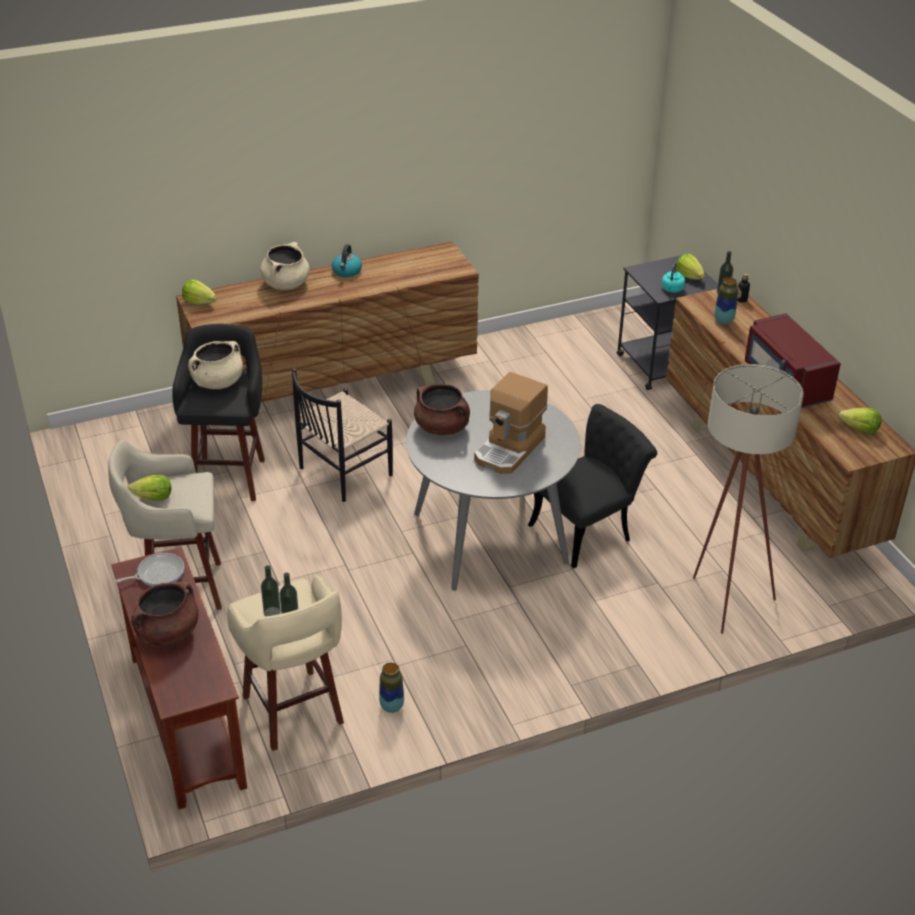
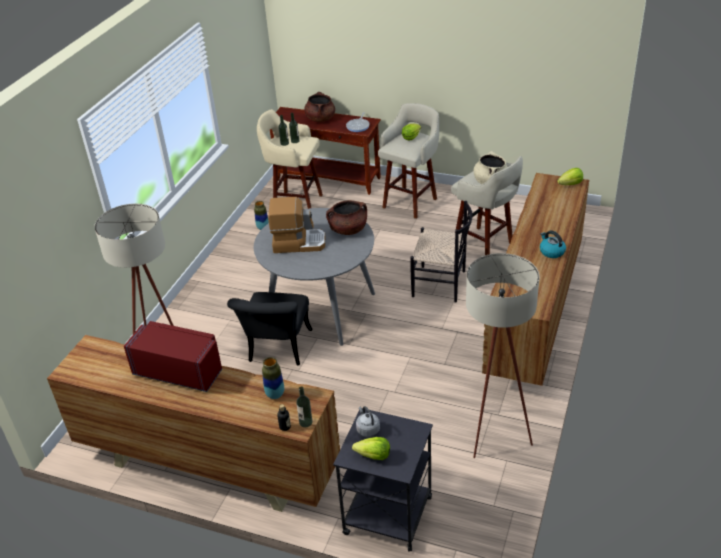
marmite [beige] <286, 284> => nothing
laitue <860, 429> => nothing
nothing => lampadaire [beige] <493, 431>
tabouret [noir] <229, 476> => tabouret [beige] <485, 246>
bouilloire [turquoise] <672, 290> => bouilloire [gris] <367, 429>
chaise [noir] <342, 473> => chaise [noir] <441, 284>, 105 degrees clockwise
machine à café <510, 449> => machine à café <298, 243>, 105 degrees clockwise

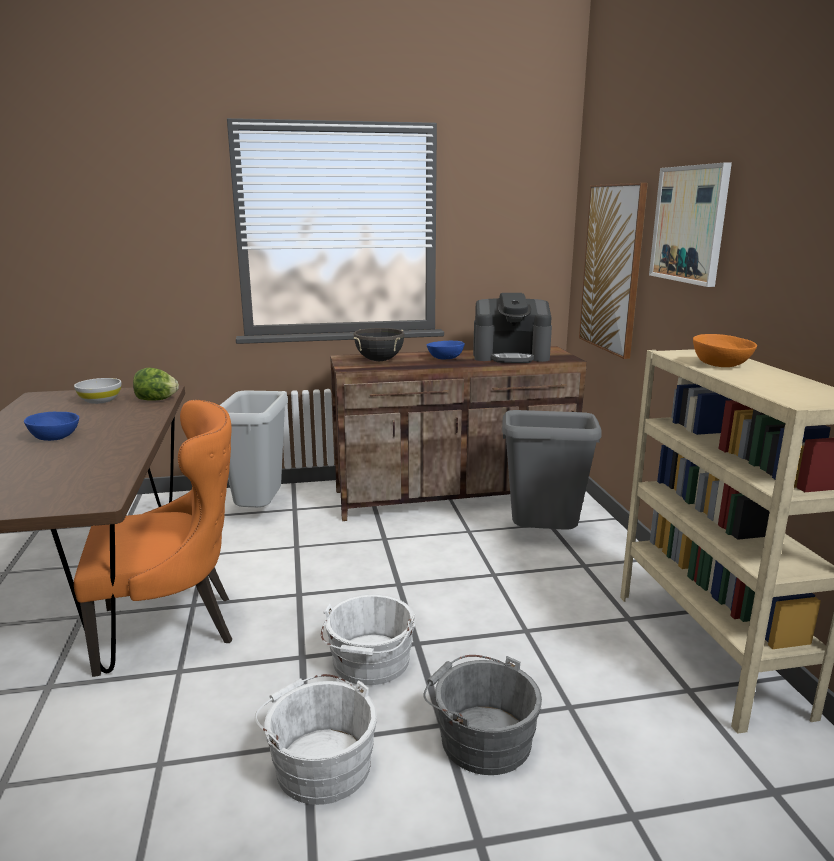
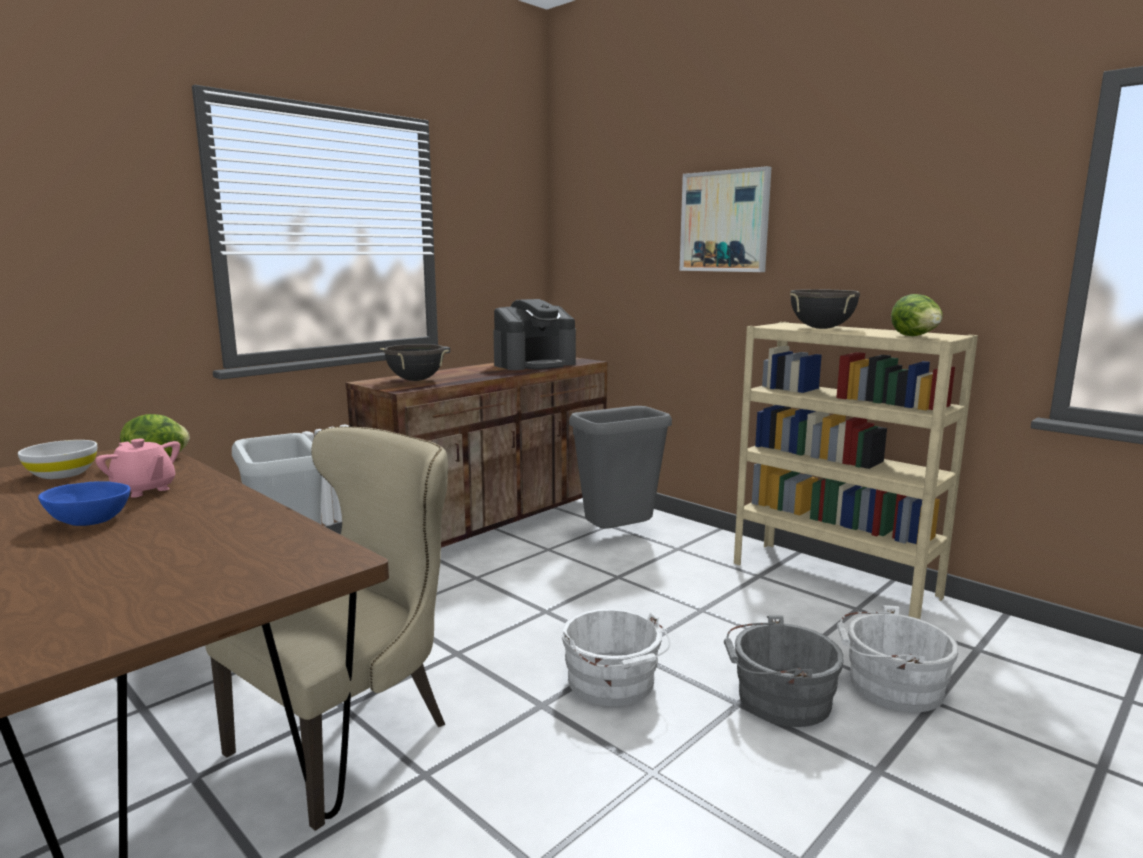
bol [bleu] <446, 358> => nothing
tableau <612, 269> => nothing
nothing => théière [rose] <144, 490>
nothing => laitue <916, 337>
seau [blanc] <319, 762> => seau [blanc] <889, 686>, moved
bol [orange] <719, 364> => marmite [noir] <821, 328>
chaise [orange] <173, 628> => chaise [beige] <351, 738>

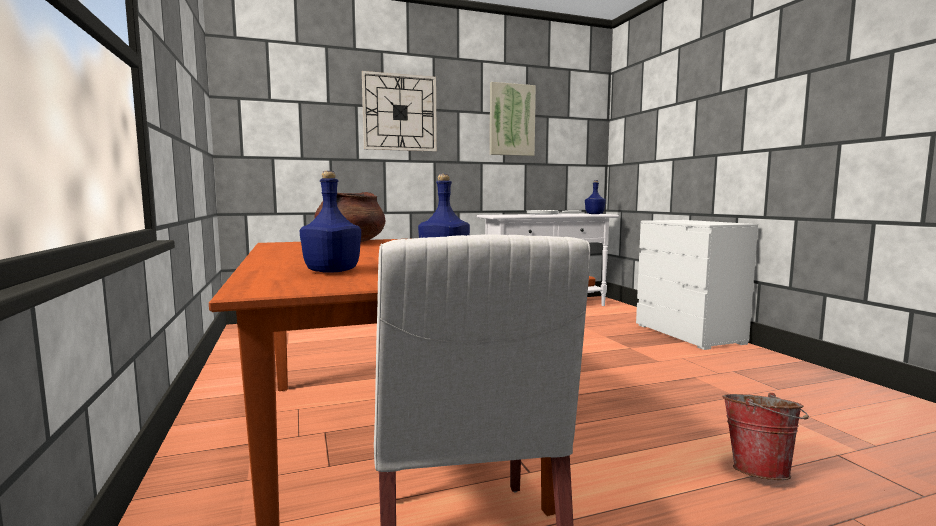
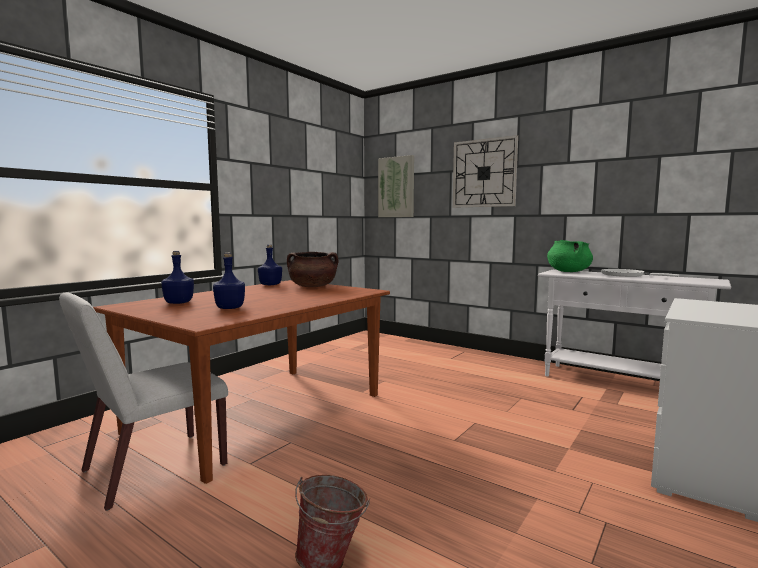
nothing => marmite [vert] <568, 271>
tableau <511, 120> => tableau <396, 187>, moved
bouteille [bleu] <595, 214> => bouteille [bleu] <270, 285>, moved

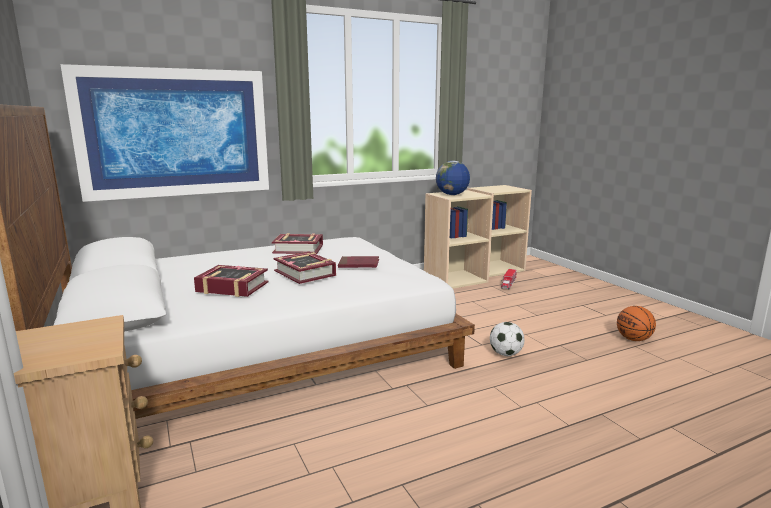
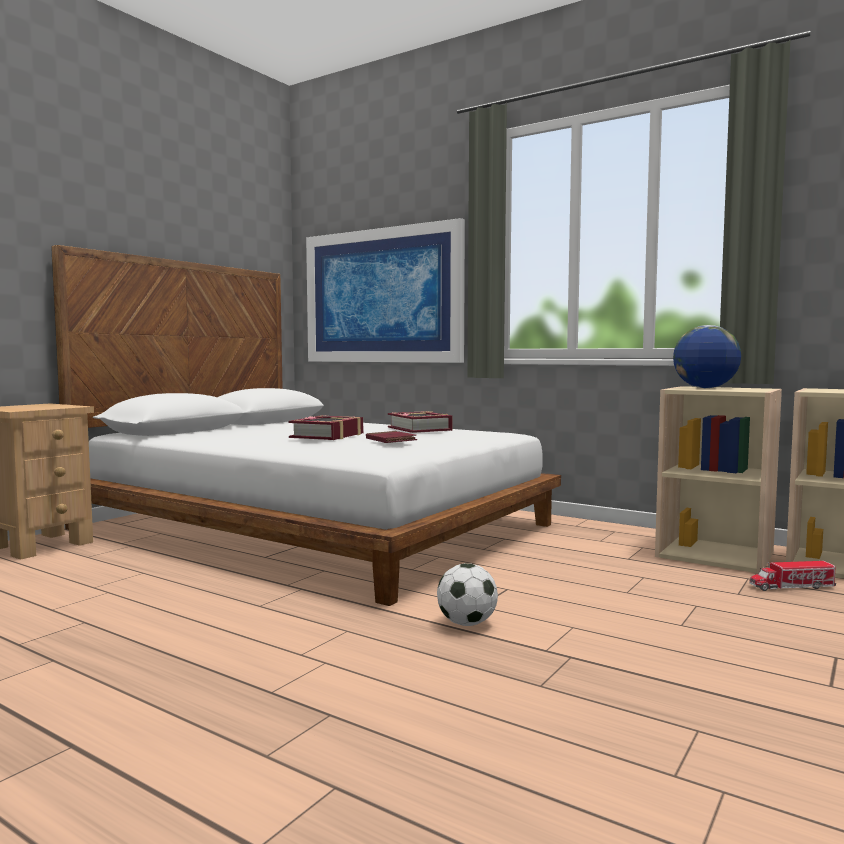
livre <232, 287> => nothing
ballon de basket <633, 339> => nothing

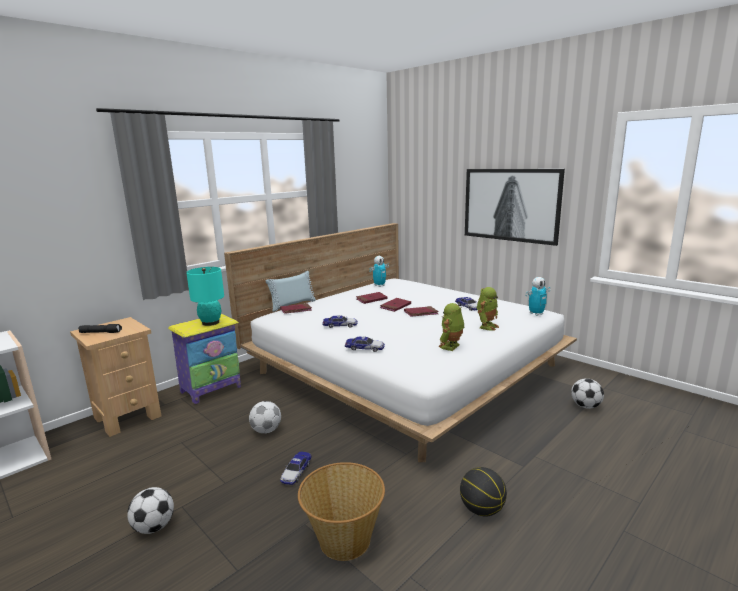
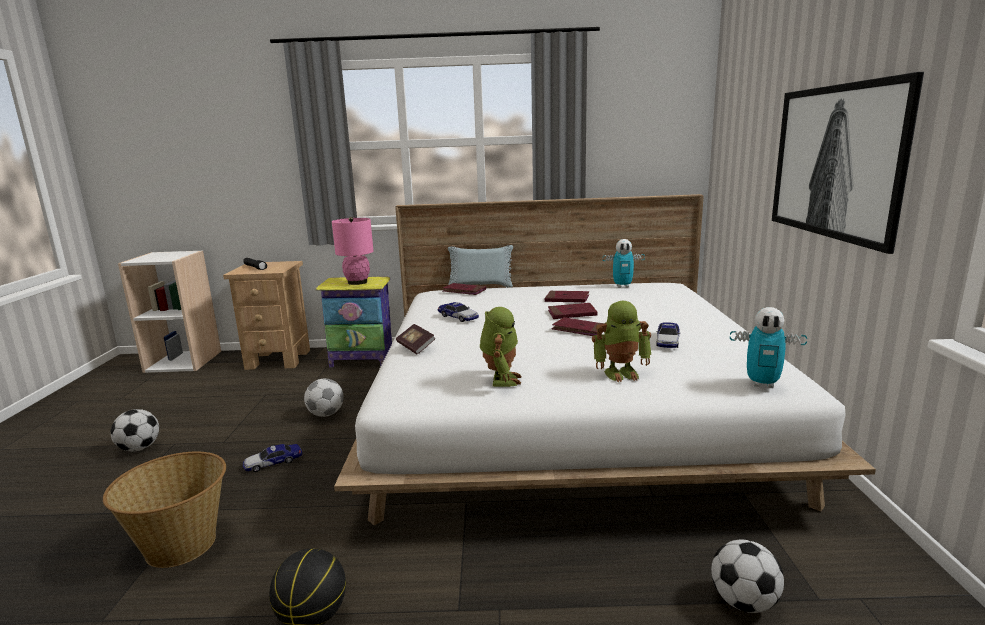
petite voiture <364, 348> => livre <416, 347>
lampe de table [turquoise] <210, 322> => lampe de table [rose] <357, 282>
robot jouet <451, 347> => robot jouet <501, 380>, 105 degrees clockwise

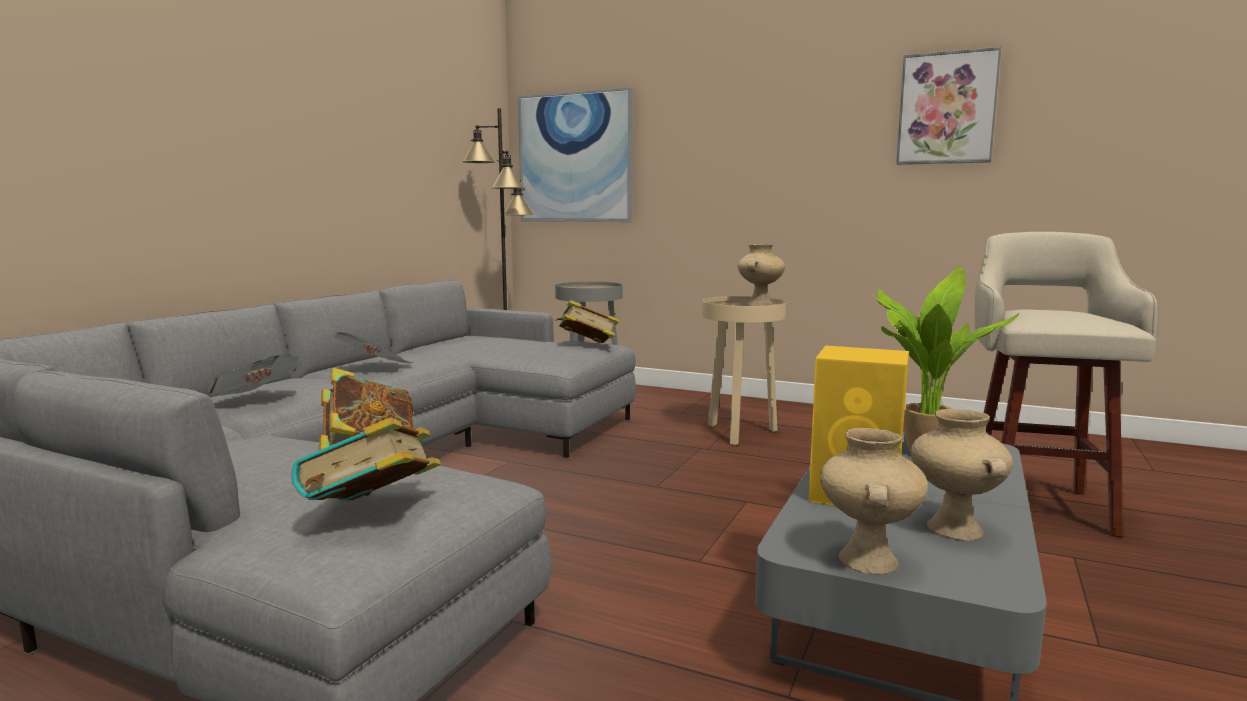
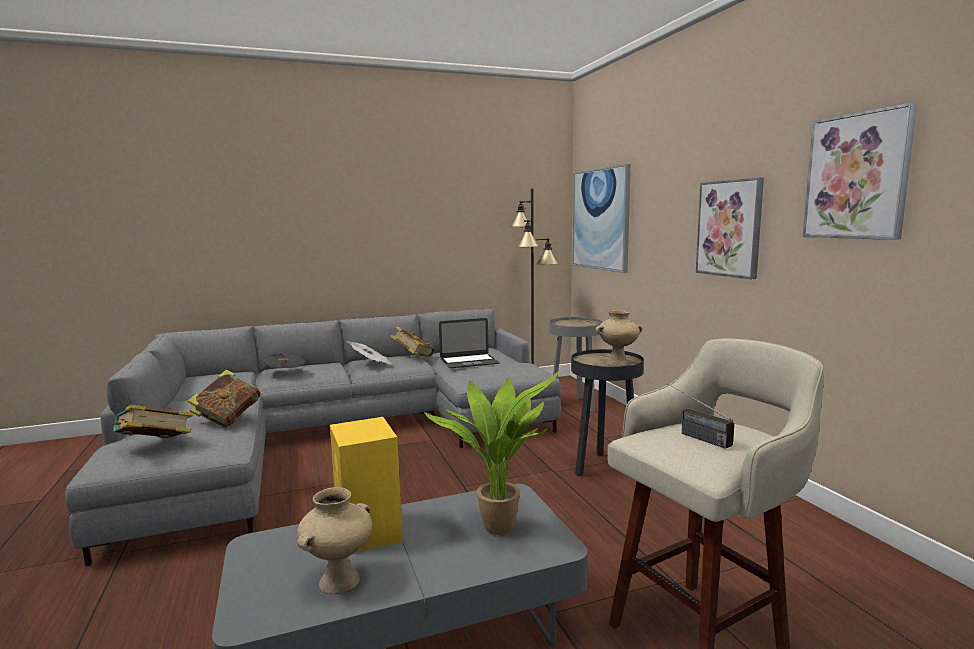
vase [beige] <866, 560> => nothing
nothing => ordinateur portable <469, 361>
nothing => radio <693, 435>
nothing => tableau <729, 228>
livre <586, 346> => livre <413, 357>, moved
table d'appoint [beige] <740, 434> => table d'appoint [noir] <604, 468>

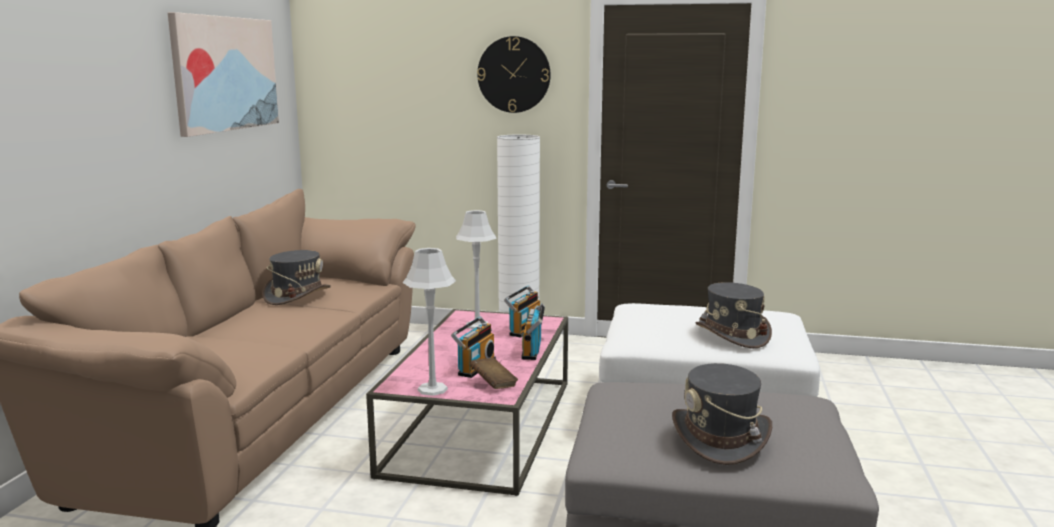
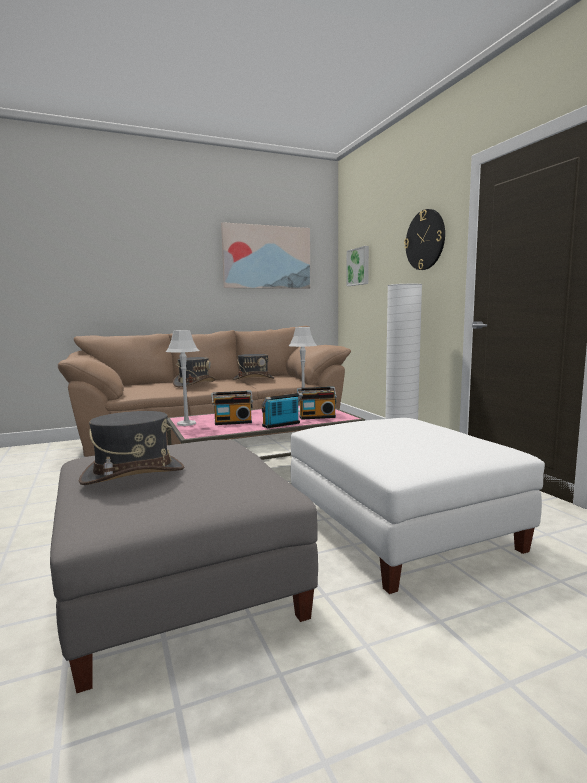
livre [marron] <493, 384> => nothing
nothing => tableau <359, 266>
chapeau [gris] <732, 335> => chapeau [gris] <194, 384>, moved

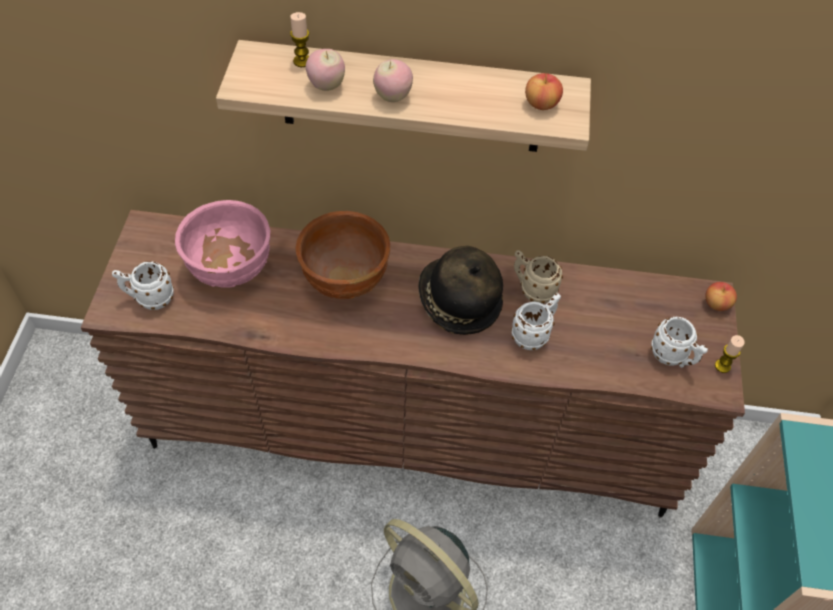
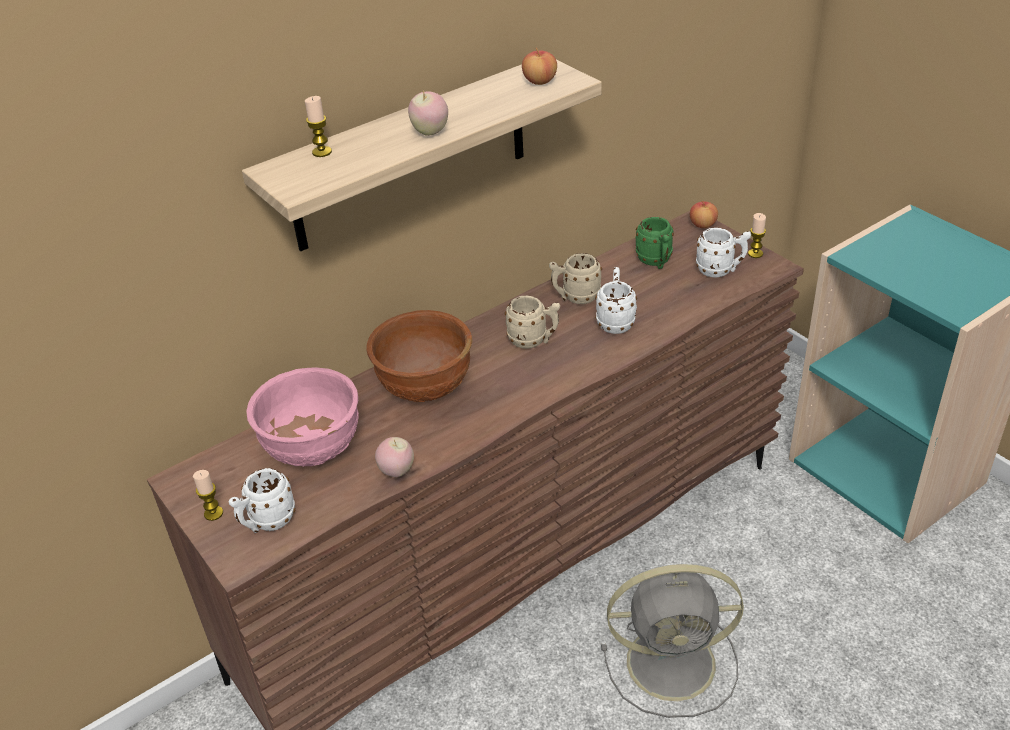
nothing => bougie <213, 513>
nothing => mug [vert] <656, 262>
pomme <326, 85> => pomme <396, 471>, moved
chapeau <458, 302> => mug [beige] <534, 340>

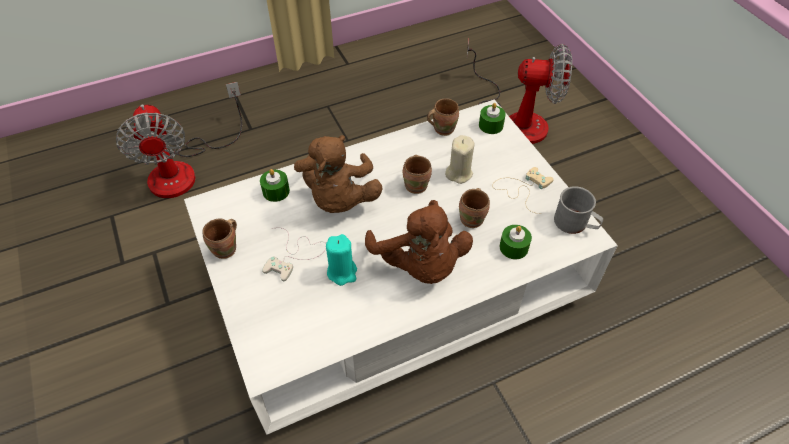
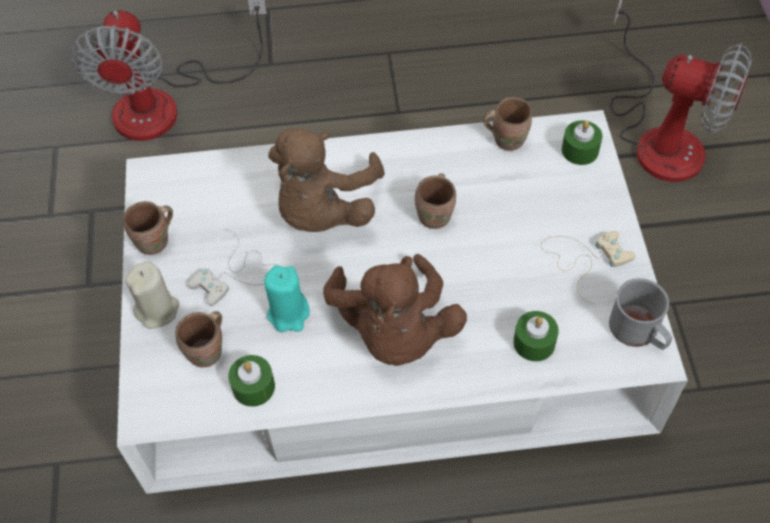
bougie [vert] <276, 191> => bougie [vert] <253, 387>, moved
bougie [beige] <459, 173> => bougie [beige] <157, 310>, moved
mug [marron] <473, 219> => mug [marron] <208, 352>, moved

